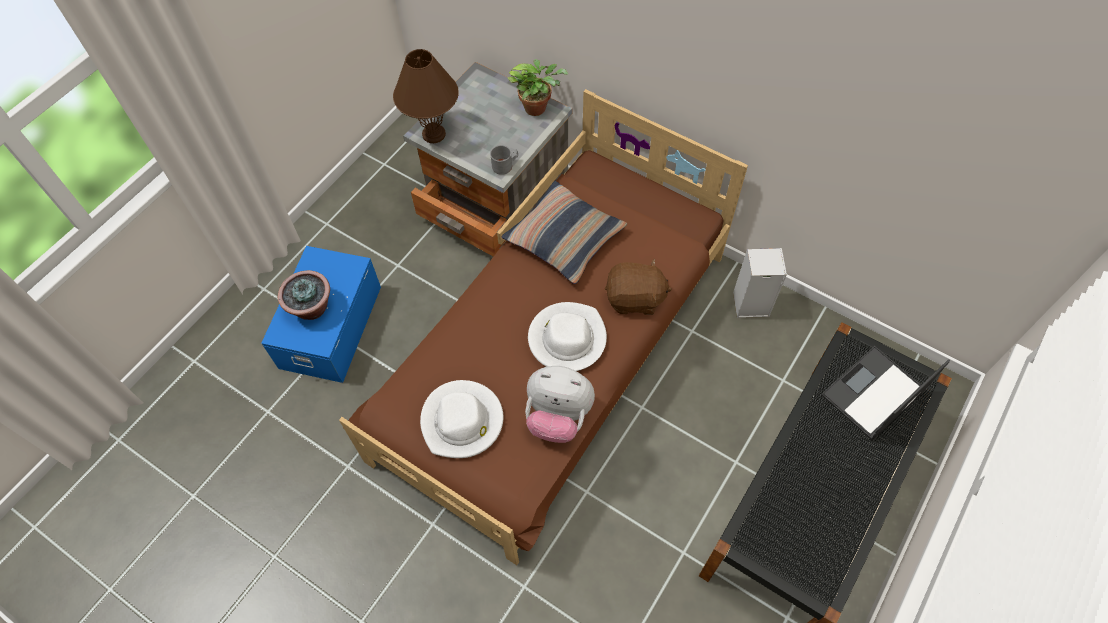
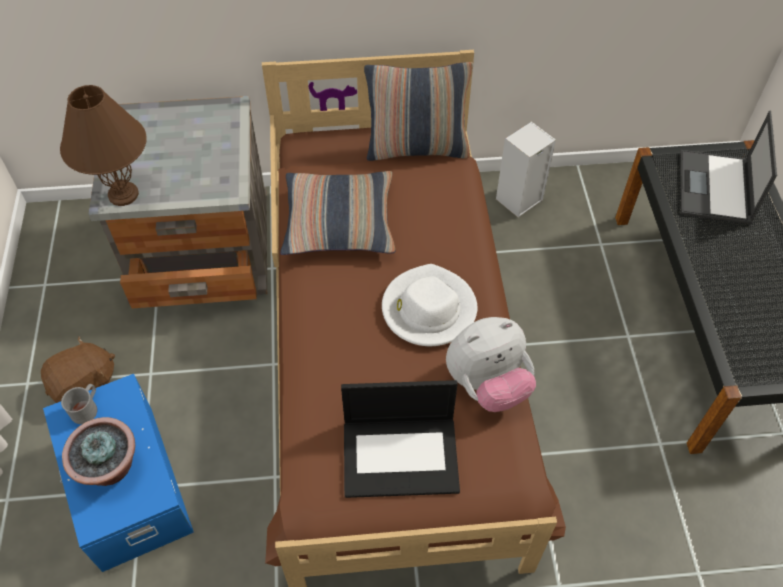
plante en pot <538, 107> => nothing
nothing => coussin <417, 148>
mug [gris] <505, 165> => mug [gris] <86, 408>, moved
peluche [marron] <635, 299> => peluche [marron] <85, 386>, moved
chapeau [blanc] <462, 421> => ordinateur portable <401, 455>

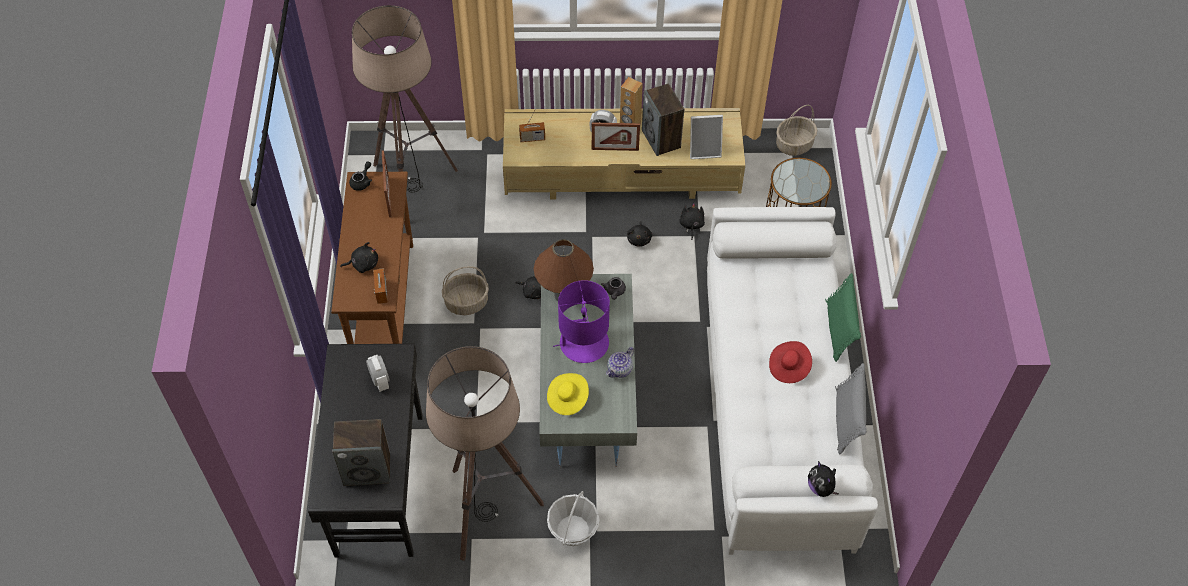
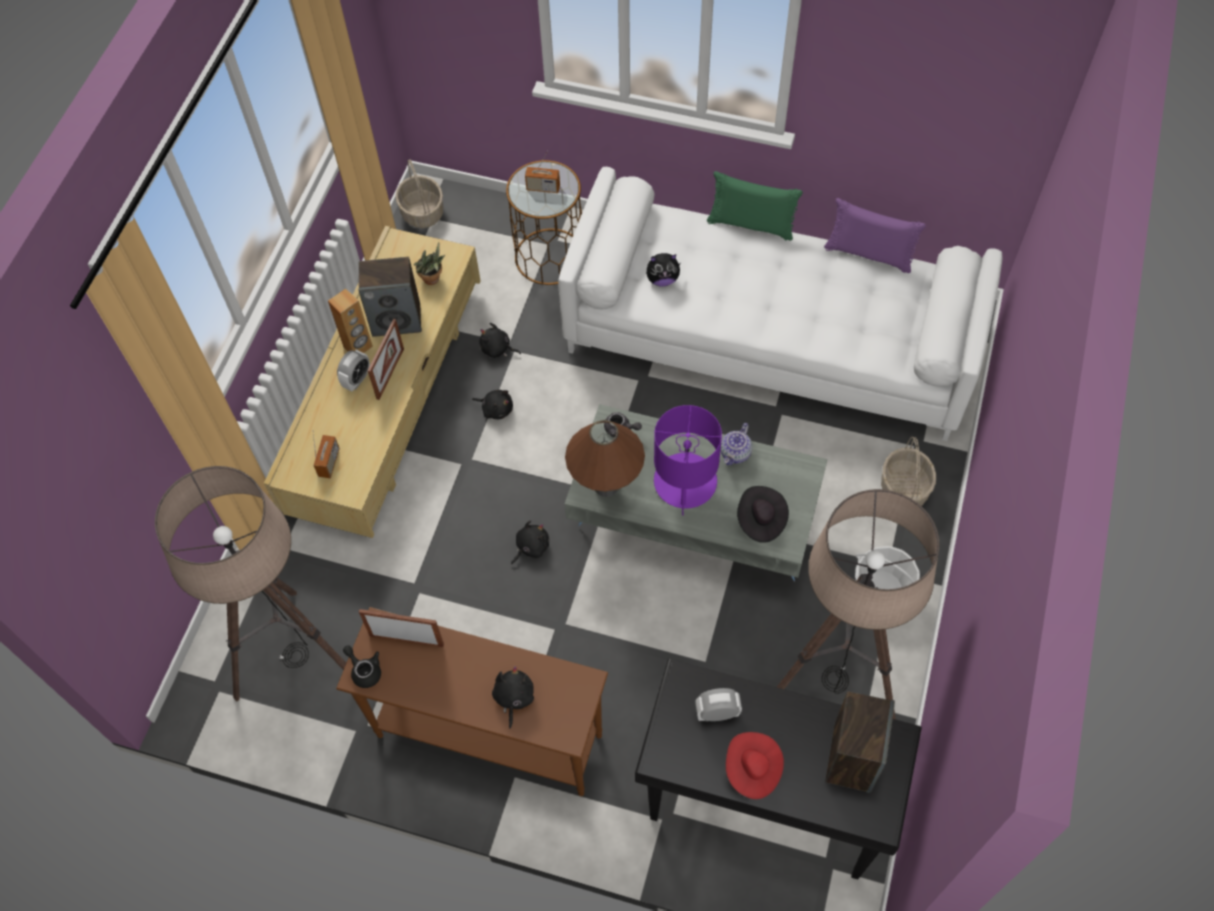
radio <381, 292> => radio <543, 188>, moved
panier <466, 303> => panier <905, 488>, moved
chapeau [rouge] <788, 367> => chapeau [rouge] <752, 770>, moved
peluche <821, 487> => peluche <662, 279>, moved
cadre photo <704, 150> => plante en pot <433, 280>
chapeau [jaune] <567, 399> => chapeau [noir] <760, 520>
coussin [gris] <847, 421> => coussin [violet] <869, 254>
théière <620, 370> => théière <735, 453>, 60 degrees clockwise

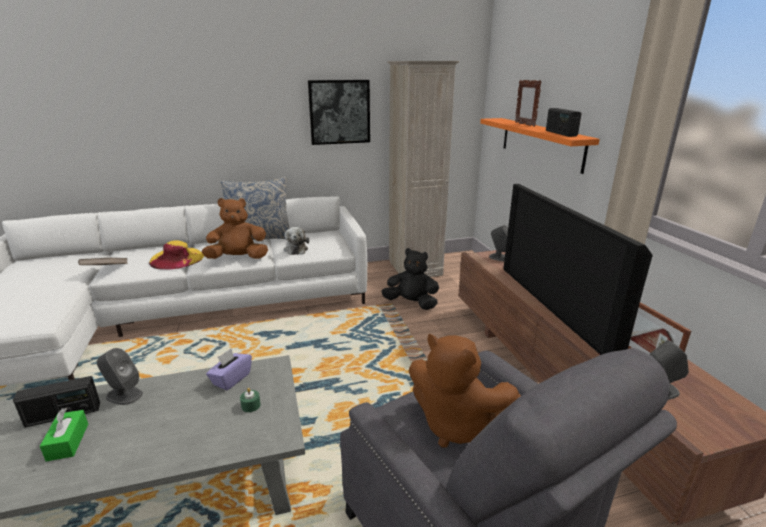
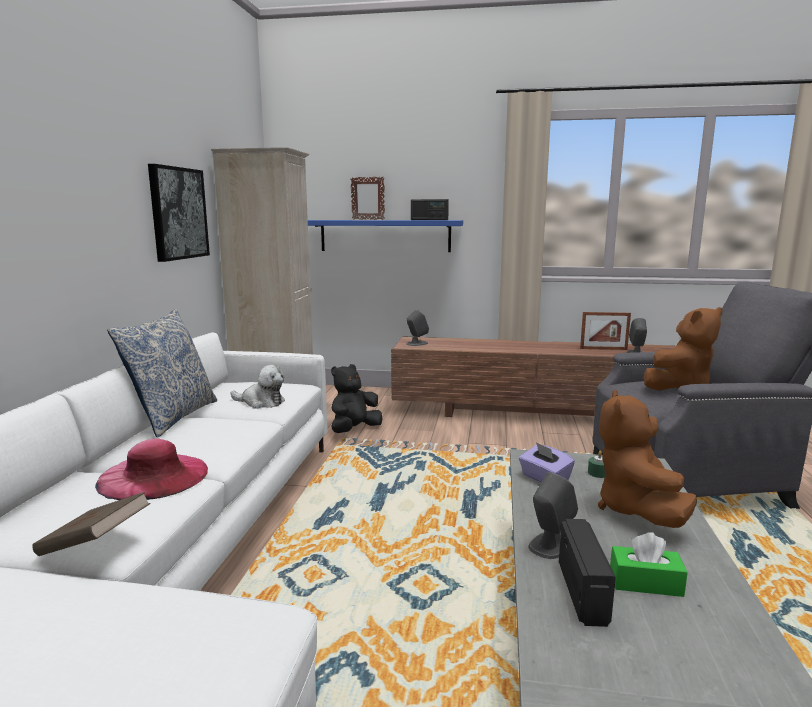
téléviseur <557, 306> => nothing
peluche [marron] <238, 258> => peluche [marron] <636, 510>, moved
chapeau [jaune] <176, 258> => chapeau [rose] <154, 476>
étagère [orange] <540, 143> => étagère [bleu] <385, 235>

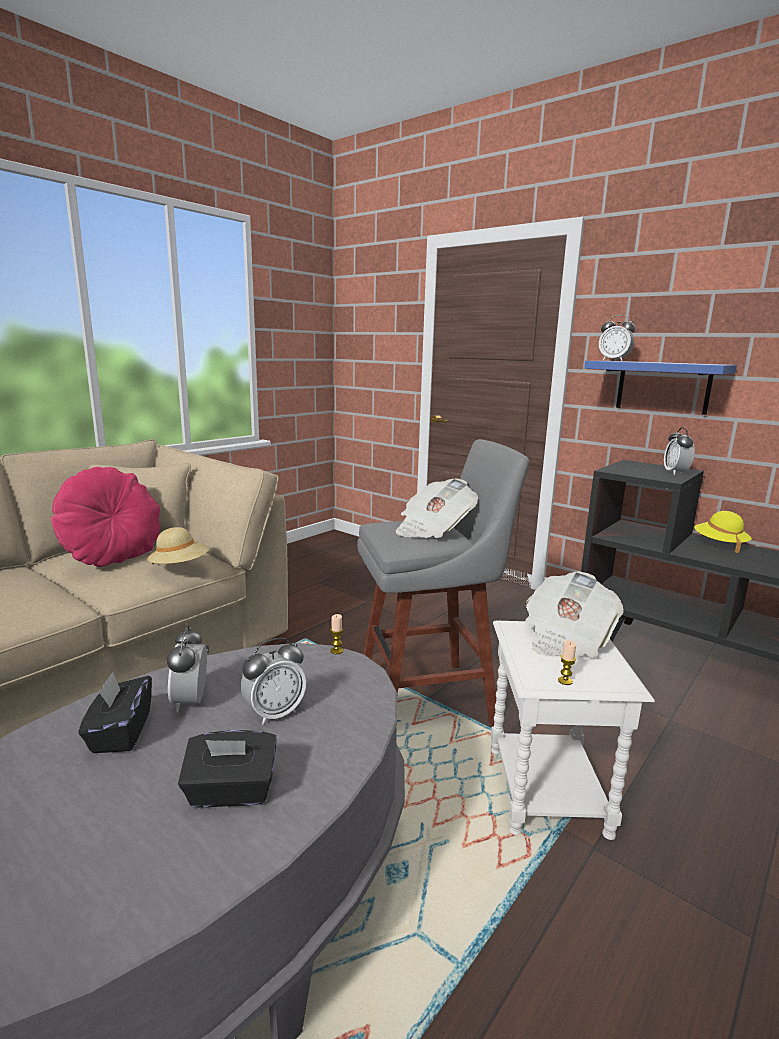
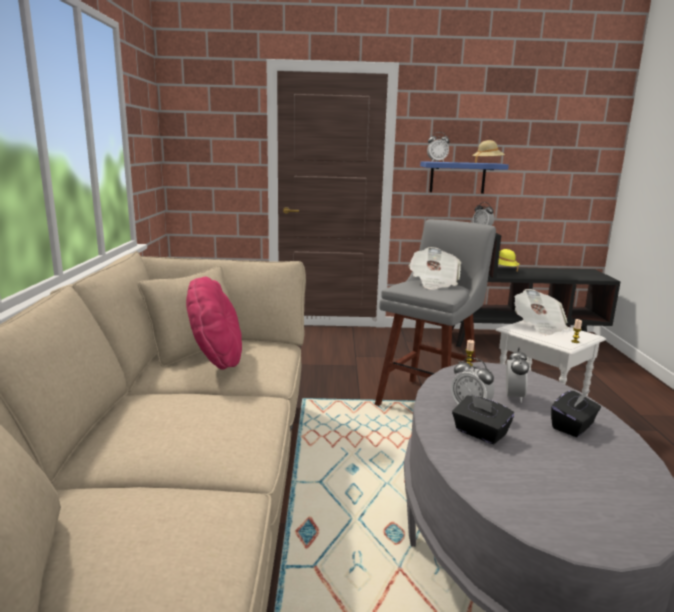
chapeau [beige] <180, 567> => chapeau [beige] <487, 163>, moved

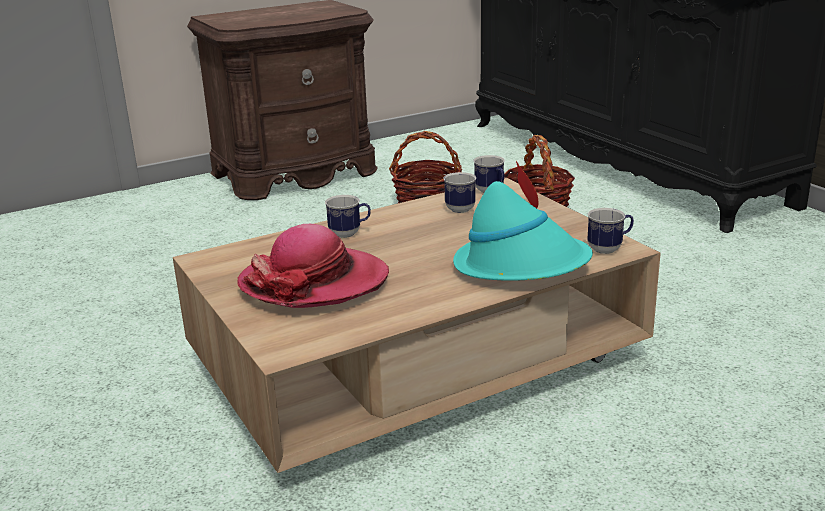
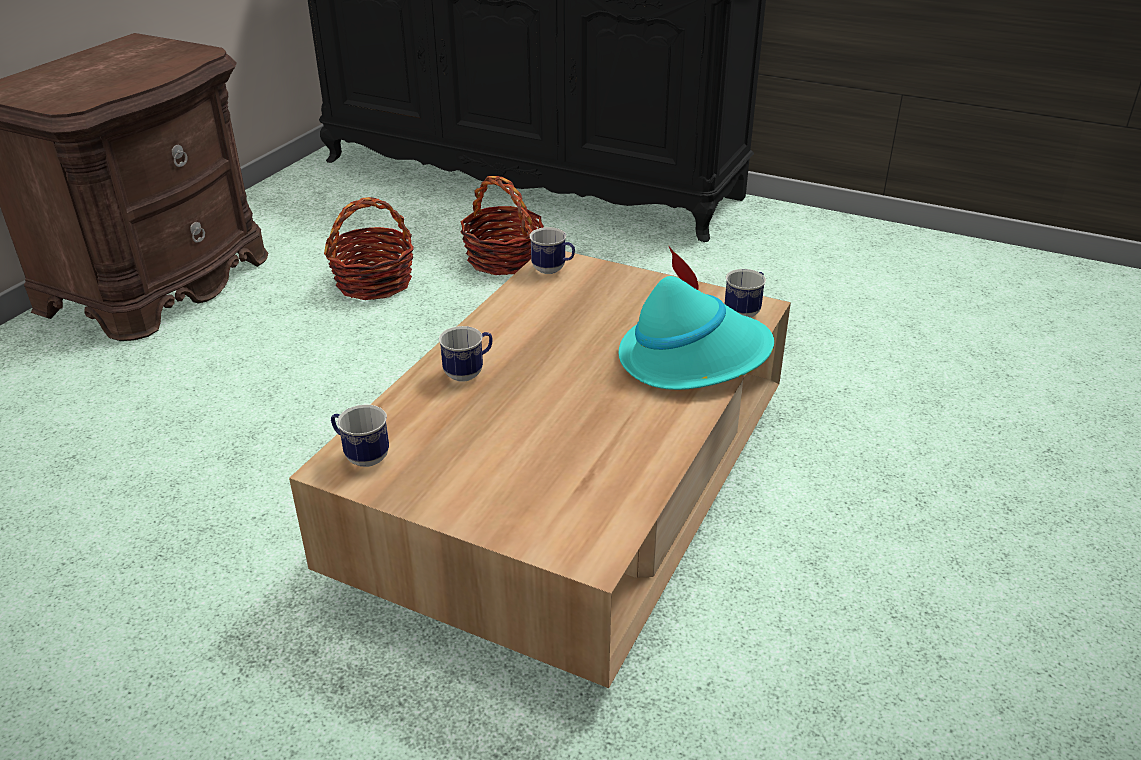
chapeau <314, 282> => nothing
mug <457, 207> => mug <362, 456>, moved

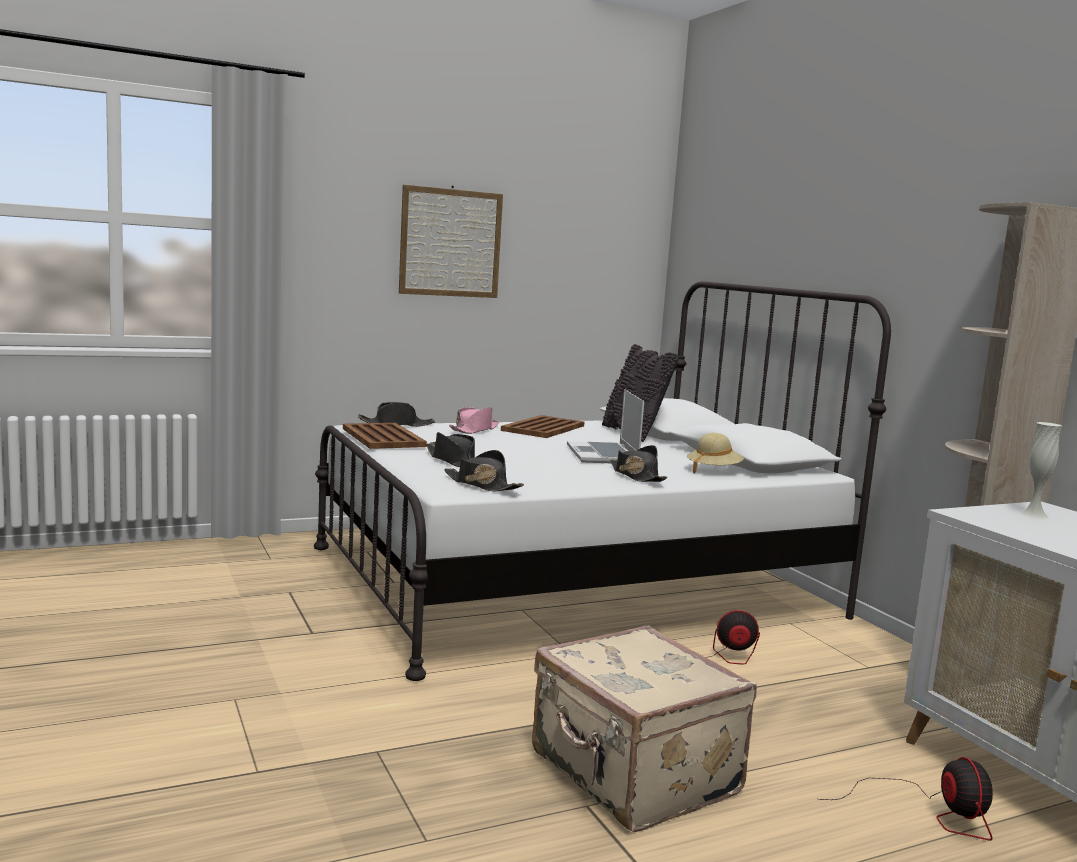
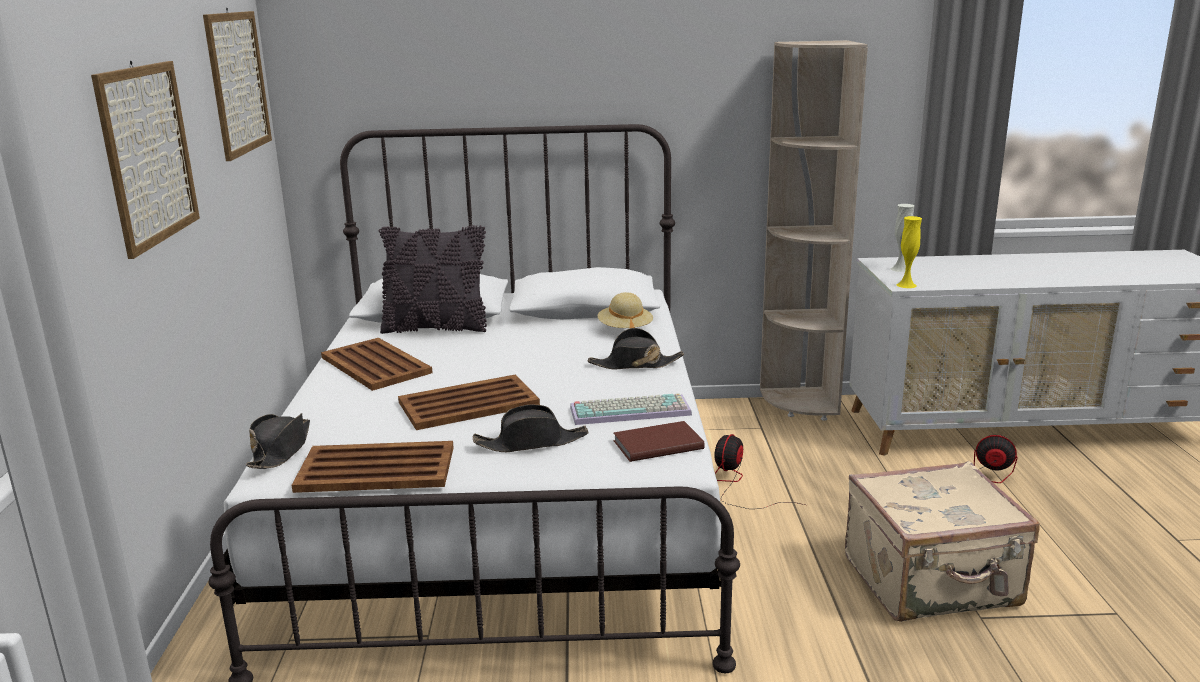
chapeau [rose] <474, 430> => nothing
ordinateur portable <603, 455> => nothing
nothing => tableau <237, 80>
nothing => plateau [marron] <467, 404>
nothing => clavier <631, 410>
nothing => vase [jaune] <906, 285>
chapeau [noir] <481, 485> => livre [marron] <656, 444>

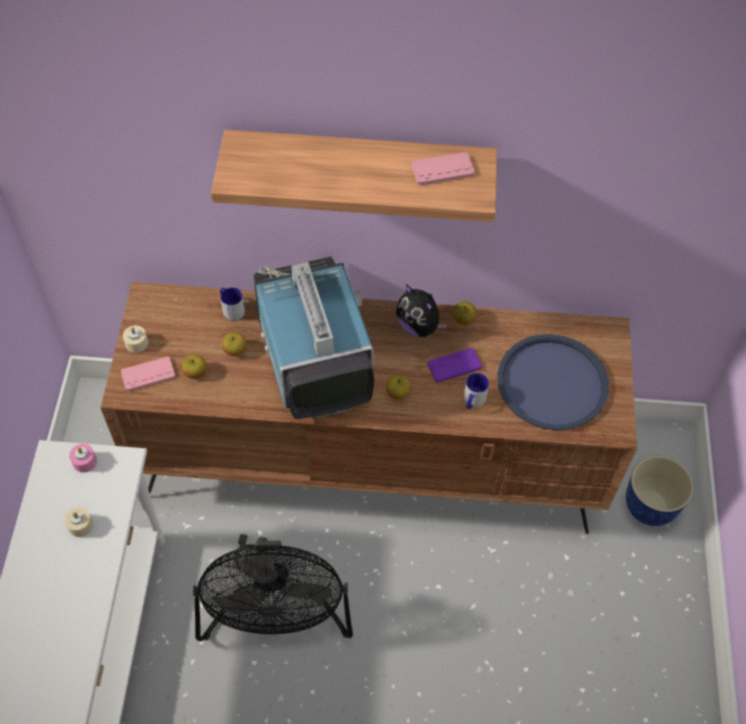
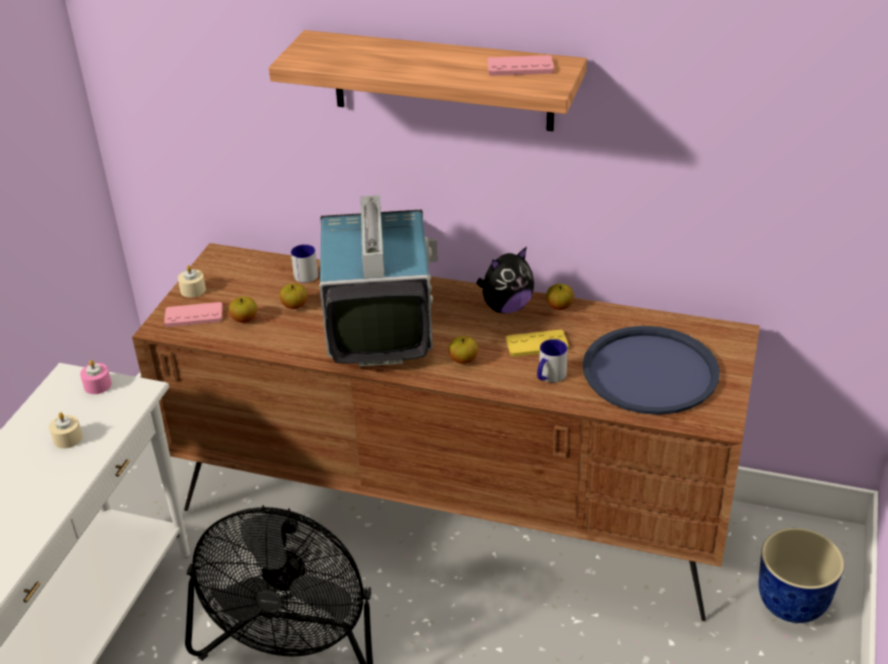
manette [violet] <454, 366> => manette [jaune] <537, 344>
peluche <418, 326> => peluche <506, 307>, 90 degrees counterclockwise

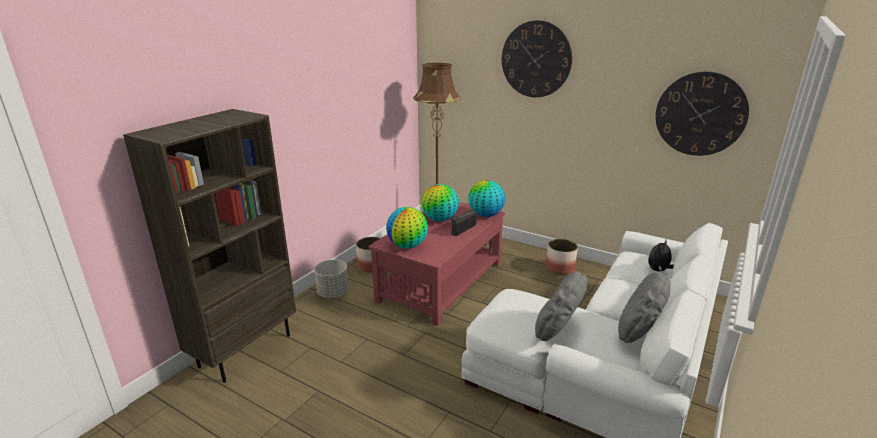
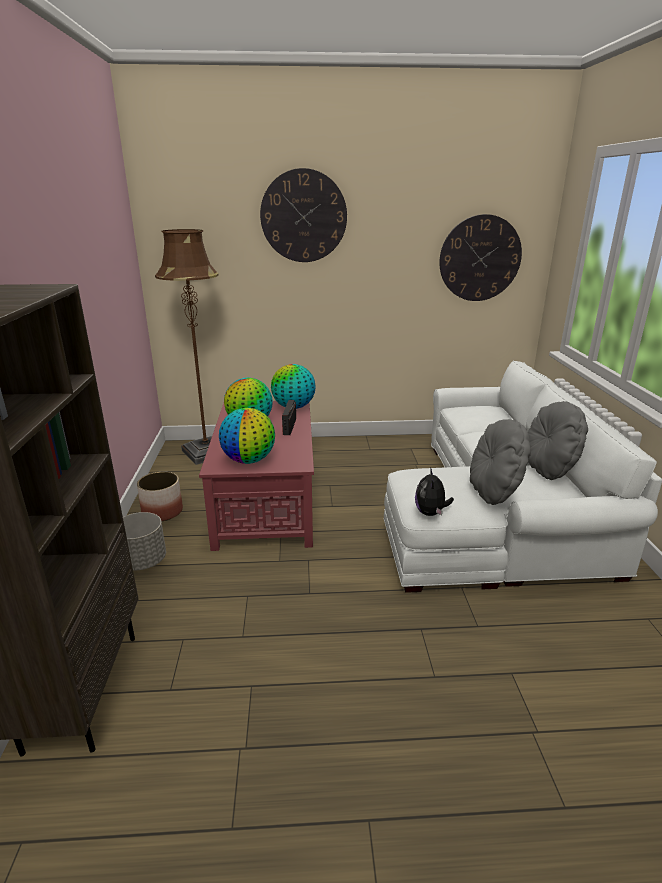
cache-pot <559, 268> => nothing
peluche <659, 270> => peluche <431, 513>, moved

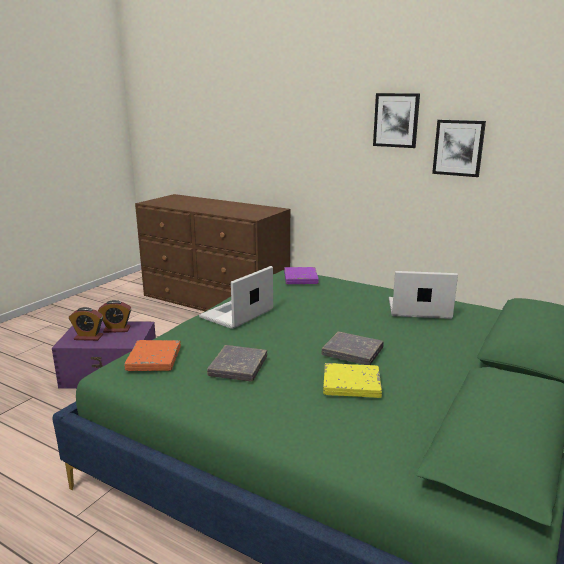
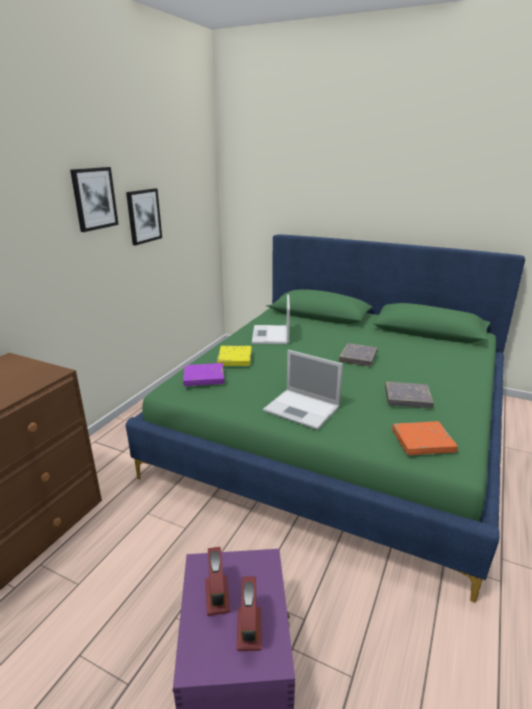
livre [jaune] <351, 384> => livre [jaune] <235, 358>, moved

